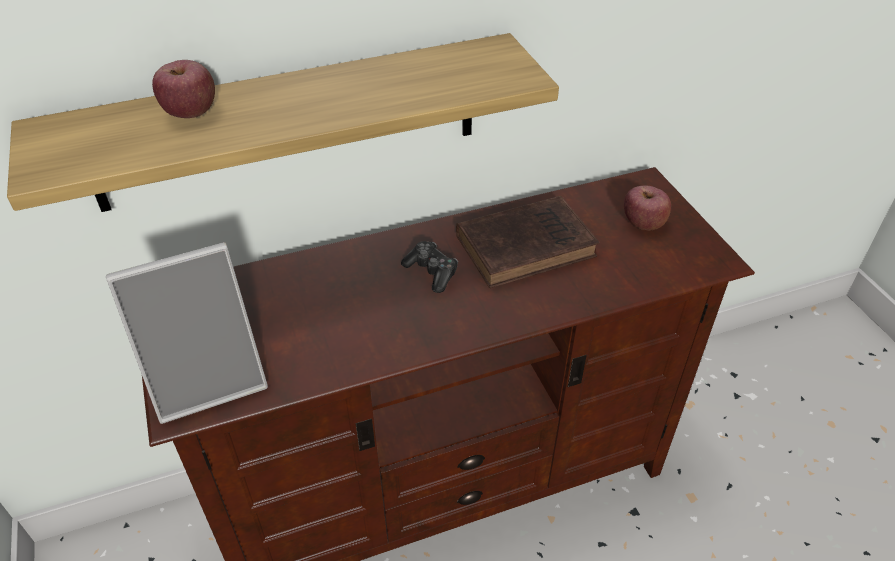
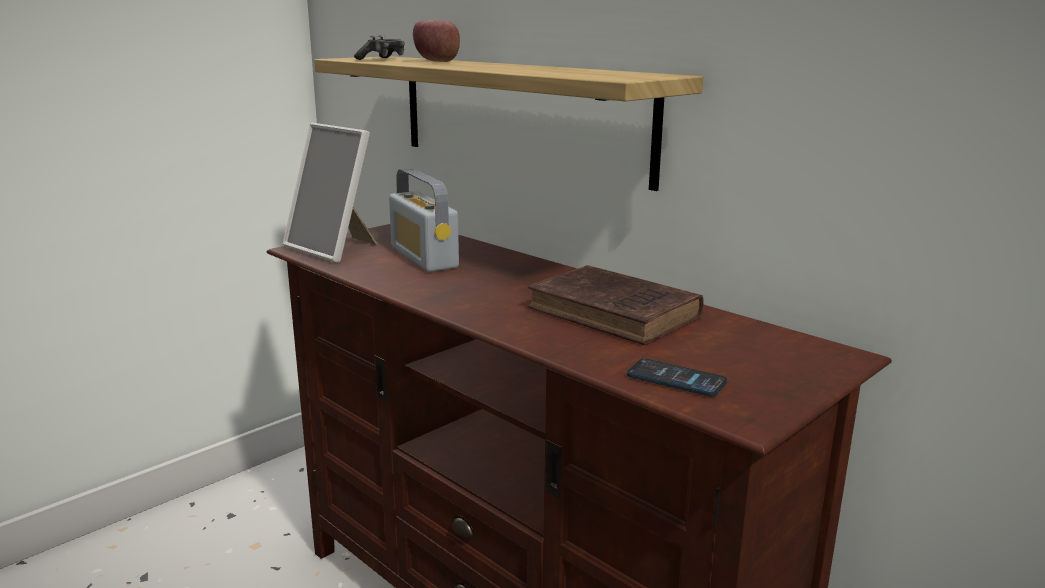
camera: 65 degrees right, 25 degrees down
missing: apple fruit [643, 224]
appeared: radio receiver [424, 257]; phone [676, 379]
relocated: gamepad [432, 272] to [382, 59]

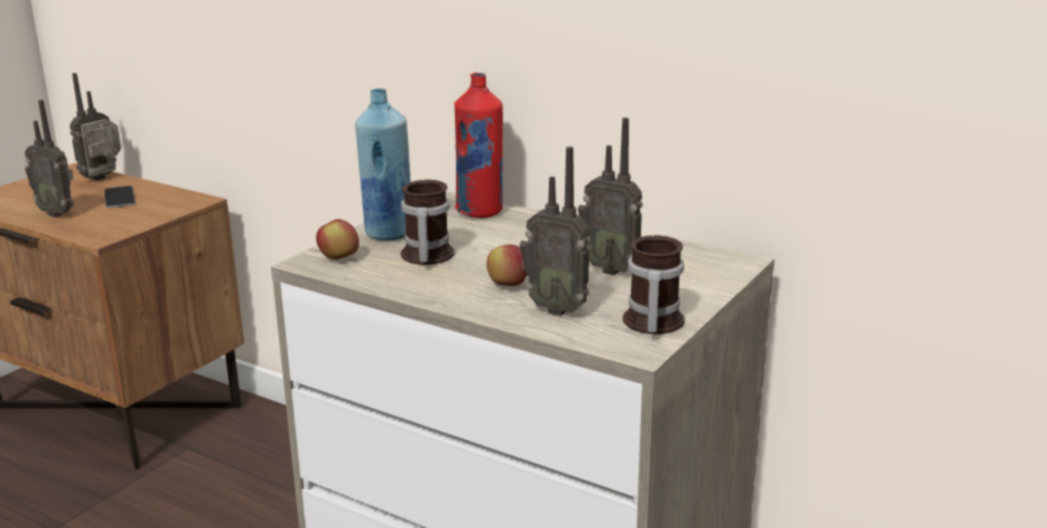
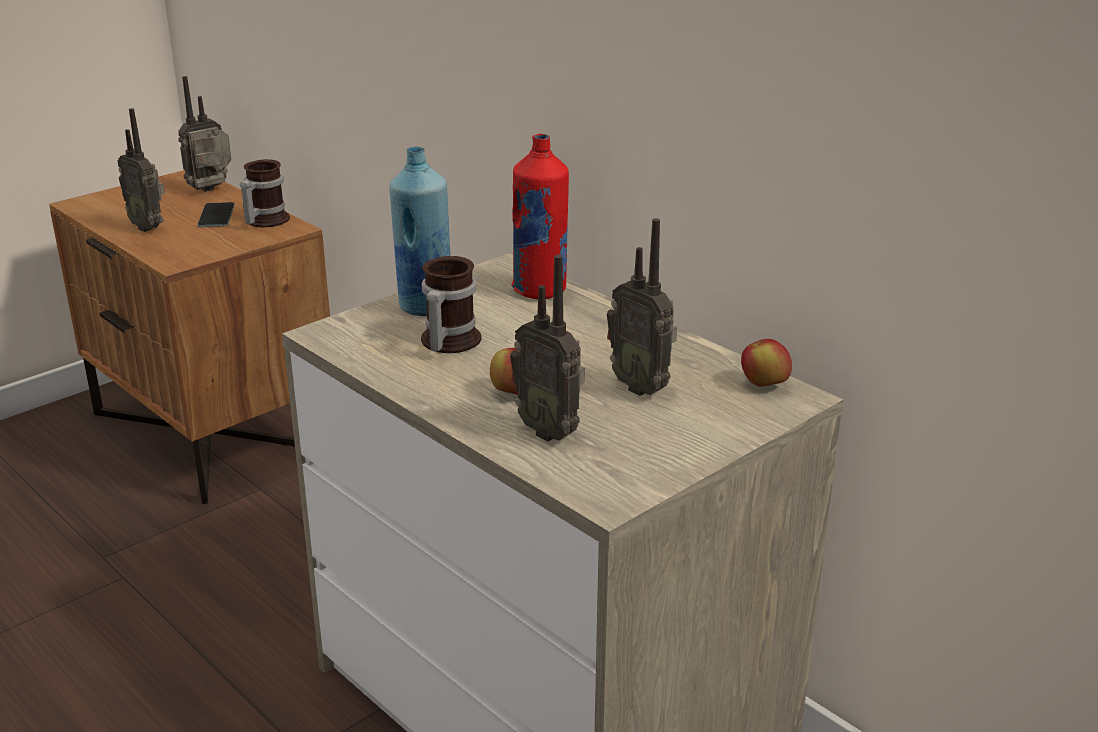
camera: 15 degrees right, 5 degrees up
relocated: apple fruit [339, 258] to [764, 385]; mug [650, 323] to [263, 220]

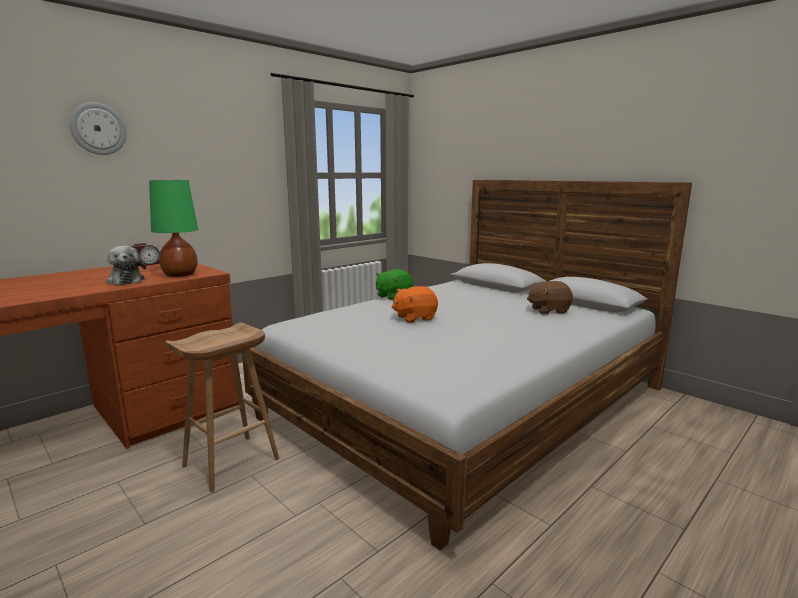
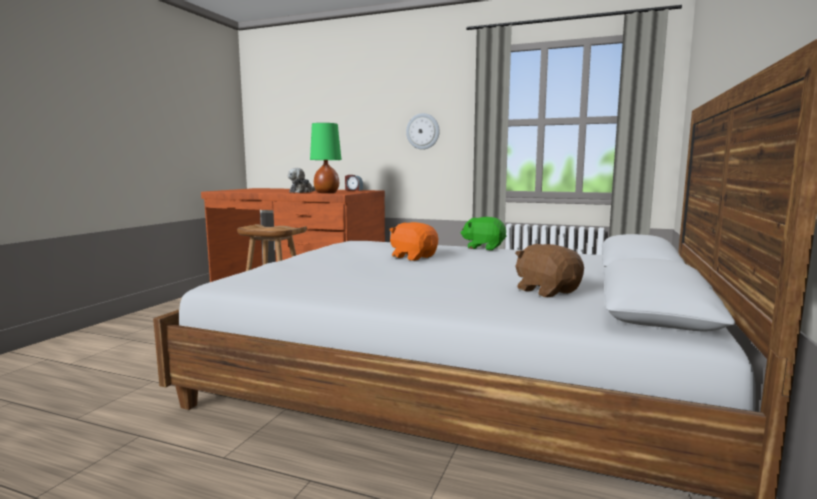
camera: 65 degrees right, 5 degrees down
relocated: hanging clock [98, 129] to [423, 131]

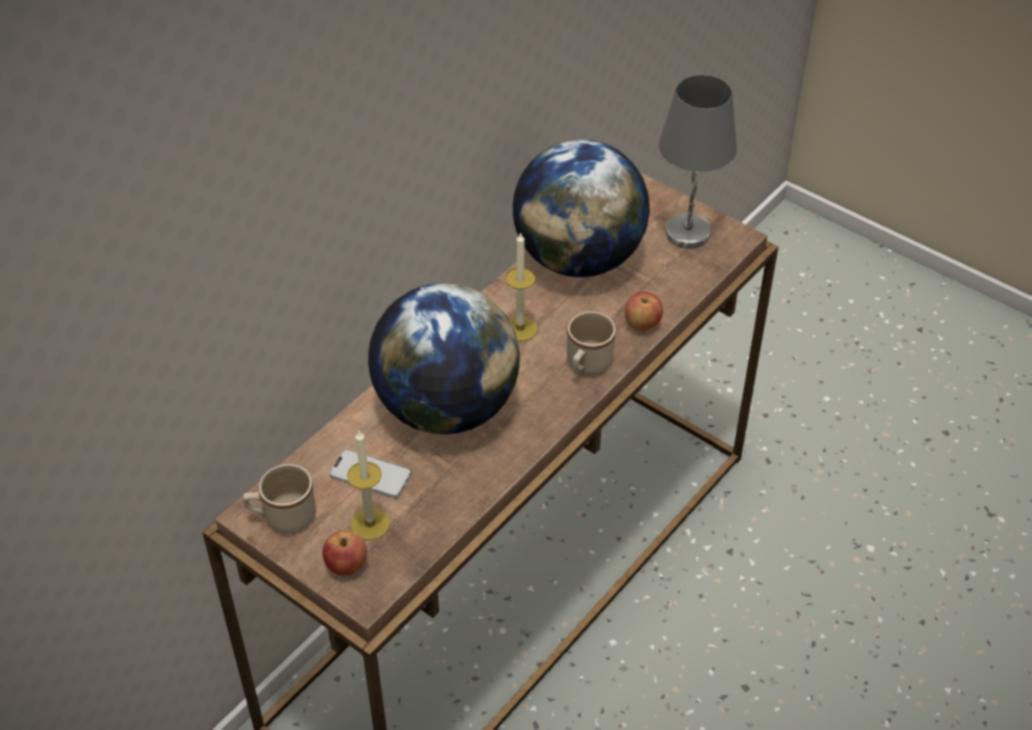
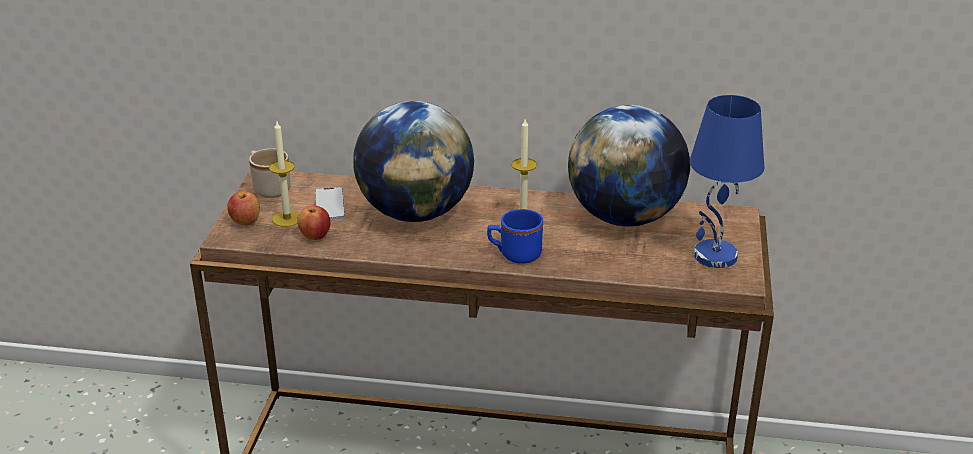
camera: 60 degrees right, 15 degrees down
relocated: apple fruit [642, 324] to [315, 236]
colour: tabletop lamp (grey) [688, 234] to tabletop lamp (blue) [714, 256]; mug (sand-coloured) [586, 366] to mug (blue) [514, 254]

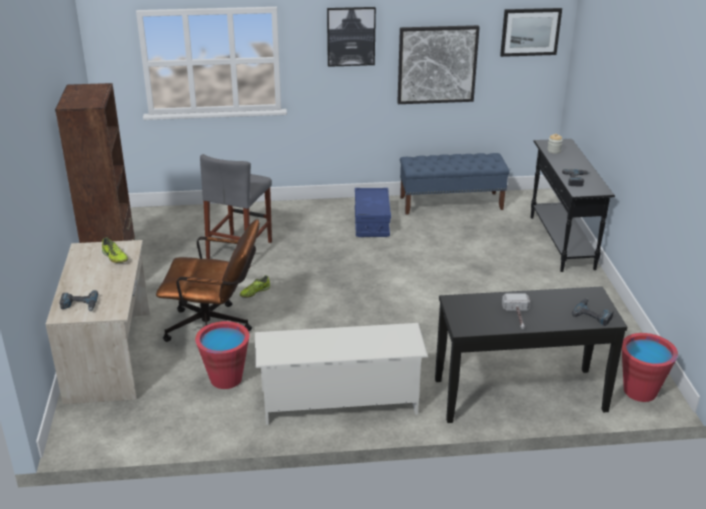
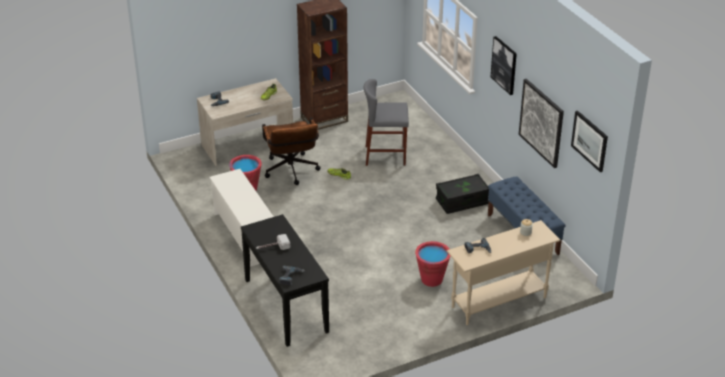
camera: 70 degrees right, 5 degrees up
relocated: water bucket (red) [640, 391] to [431, 279]
colour: hall table (black-coloured) [561, 242] to hall table (sand-coloured) [498, 302]; storage box (blue) [371, 223] to storage box (black-coloured) [462, 202]

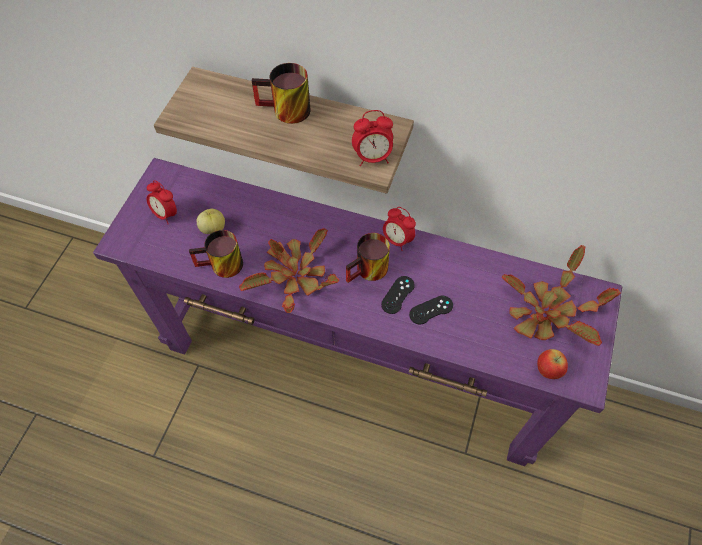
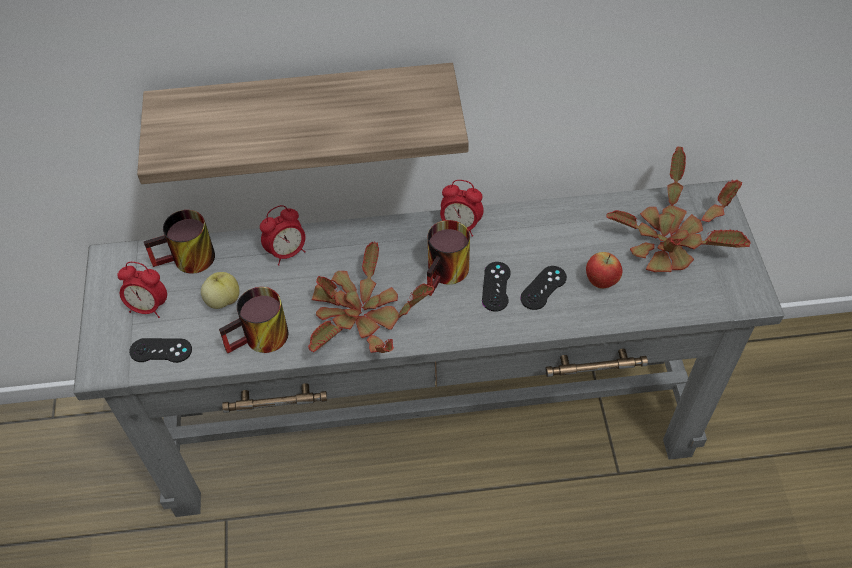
camera: 25 degrees left, 5 degrees down
appeared: gamepad (black-coloured) [161, 350]
relocated: mug [285, 112] to [187, 262]; table clock [372, 158] to [287, 252]; apple fruit [547, 370] to [601, 281]
colour: hall table (purple-coloured) [354, 363] to hall table (grey) [430, 427]

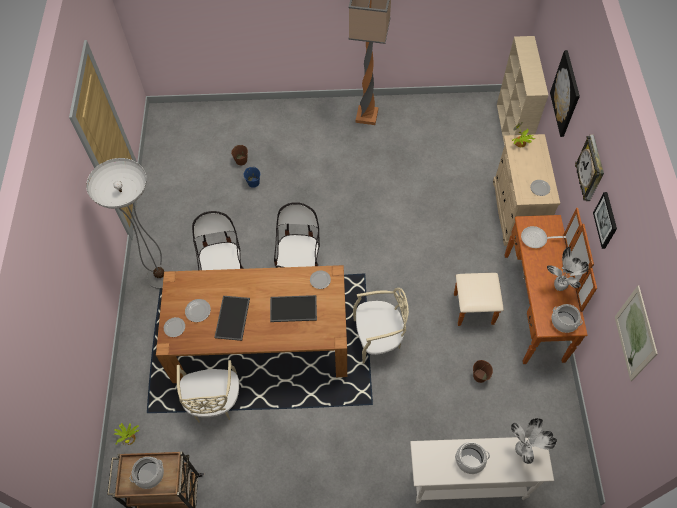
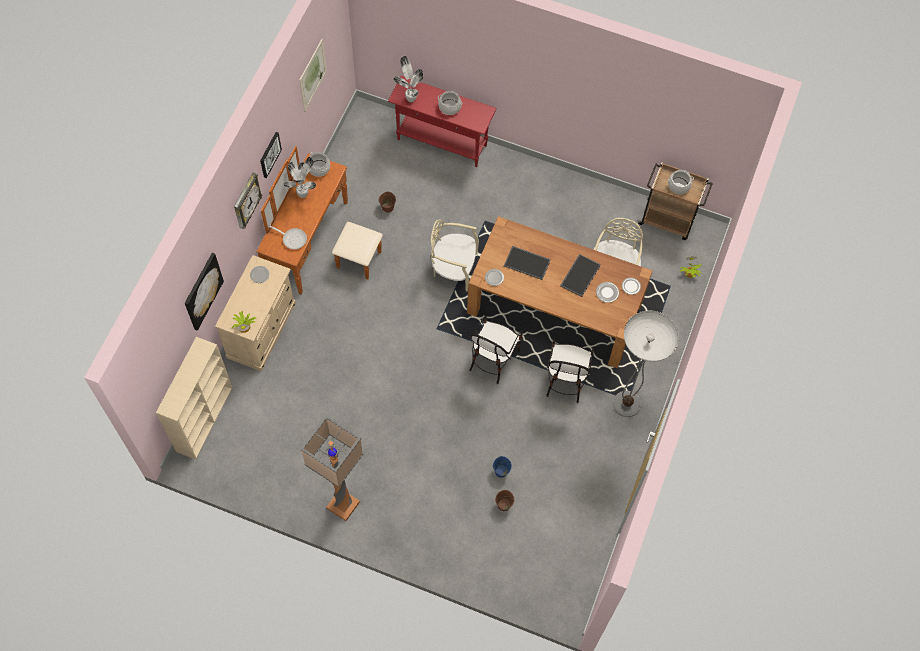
camera: 160 degrees left, 5 degrees up
colour: hall table (white) [467, 483] to hall table (red) [442, 143]

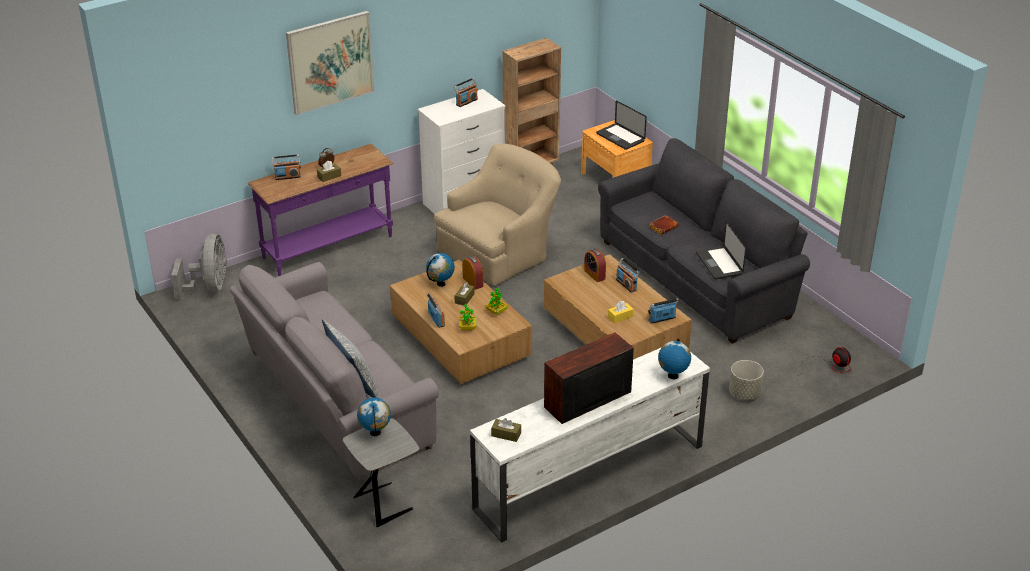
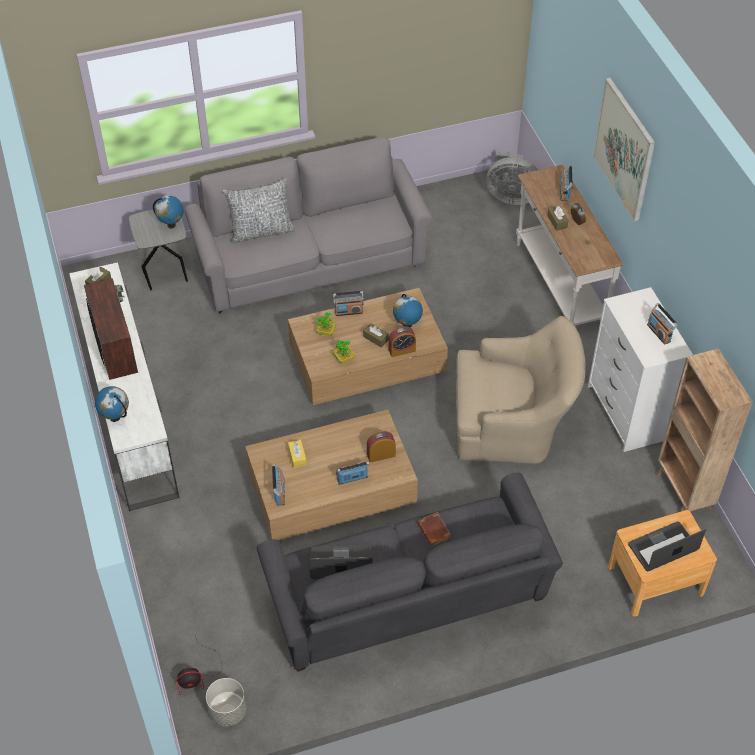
camera: 105 degrees right, 15 degrees up
relocated: flower pot (grey) [744, 393] to [227, 711]
colour: hall table (purple-coloured) [328, 248] to hall table (white) [558, 285]
spun: easy chair (sand-coloured) [500, 252] = [512, 424] 60 degrees counterclockwise

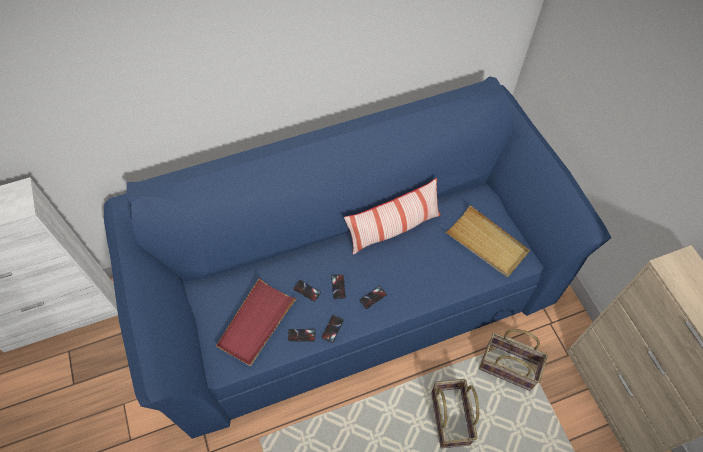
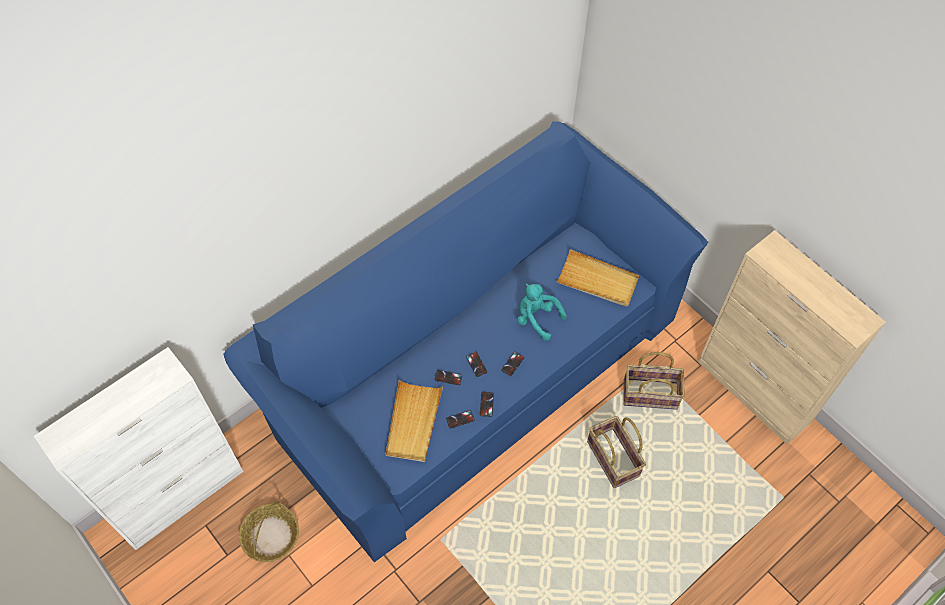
camera: 20 degrees left, 0 degrees up
missing: pillow [393, 228]
appeared: plush toy (turquoise-coloured) [537, 318]; storage basket [271, 535]
colour: serving tray (red) [256, 323] to serving tray (sand-coloured) [413, 422]

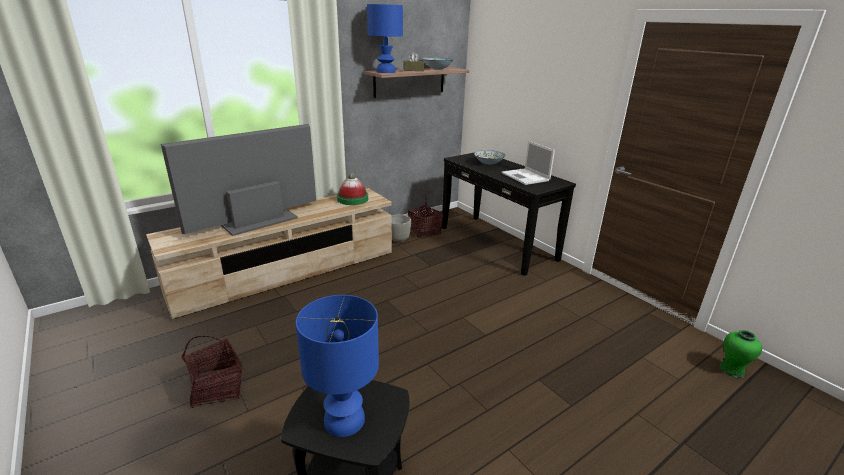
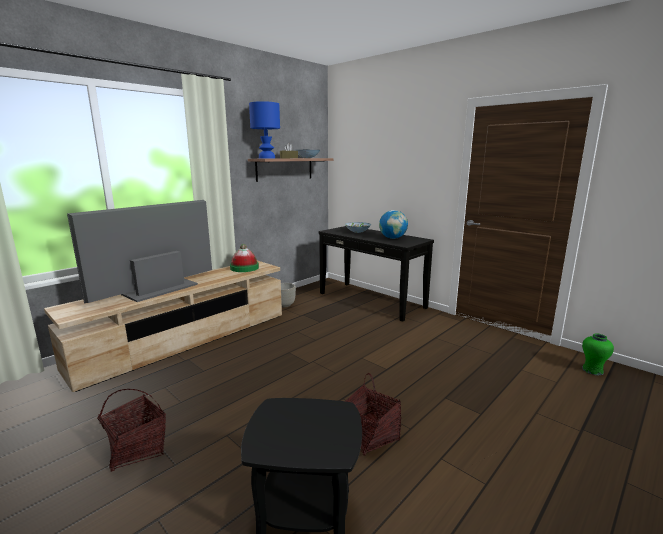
camera: 10 degrees left, 10 degrees down
missing: tabletop lamp (blue) [344, 419]
relocated: storage basket [424, 231] to [369, 435]
exchanged: laptop [526, 177] to world globe [392, 238]

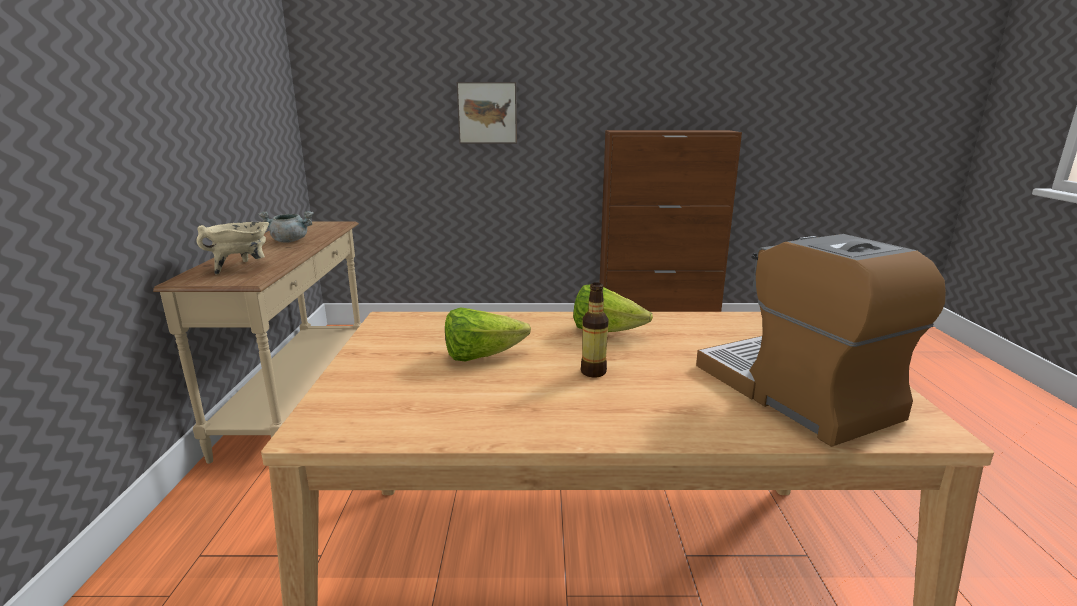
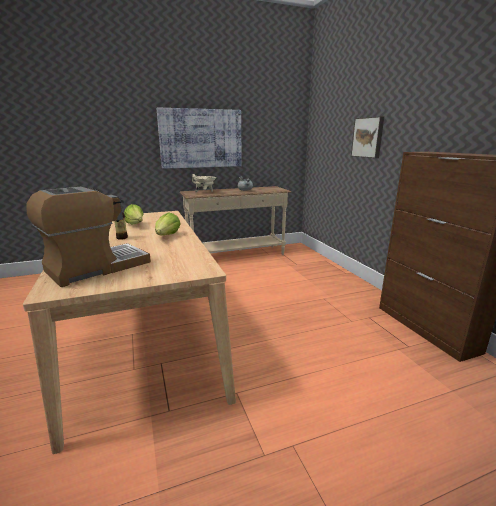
camera: 70 degrees right, 0 degrees up
appeared: wall picture [201, 138]

